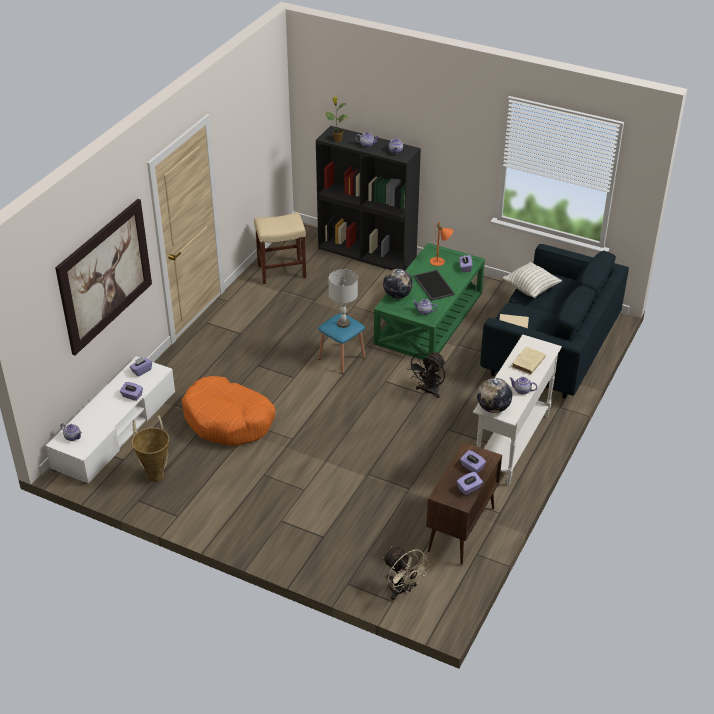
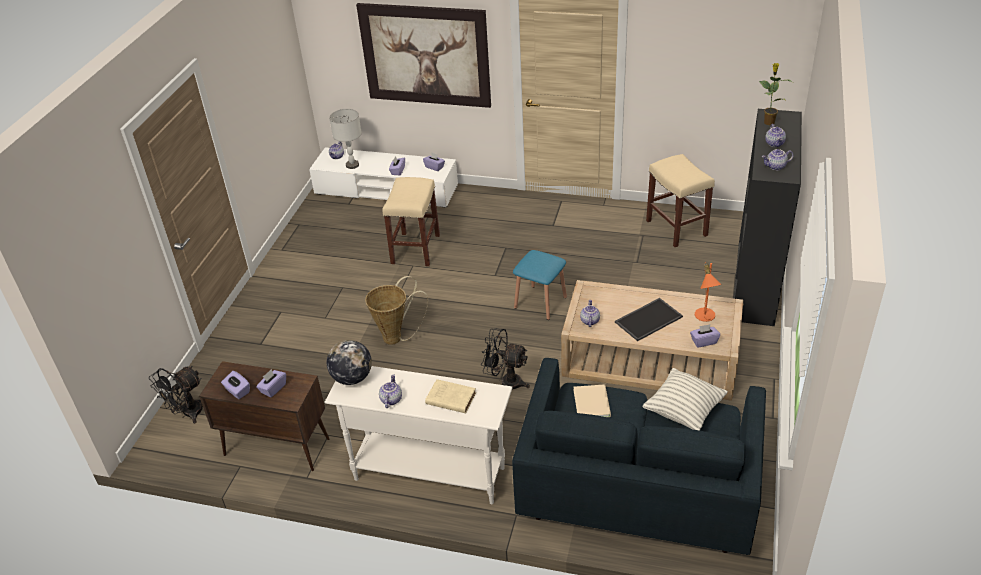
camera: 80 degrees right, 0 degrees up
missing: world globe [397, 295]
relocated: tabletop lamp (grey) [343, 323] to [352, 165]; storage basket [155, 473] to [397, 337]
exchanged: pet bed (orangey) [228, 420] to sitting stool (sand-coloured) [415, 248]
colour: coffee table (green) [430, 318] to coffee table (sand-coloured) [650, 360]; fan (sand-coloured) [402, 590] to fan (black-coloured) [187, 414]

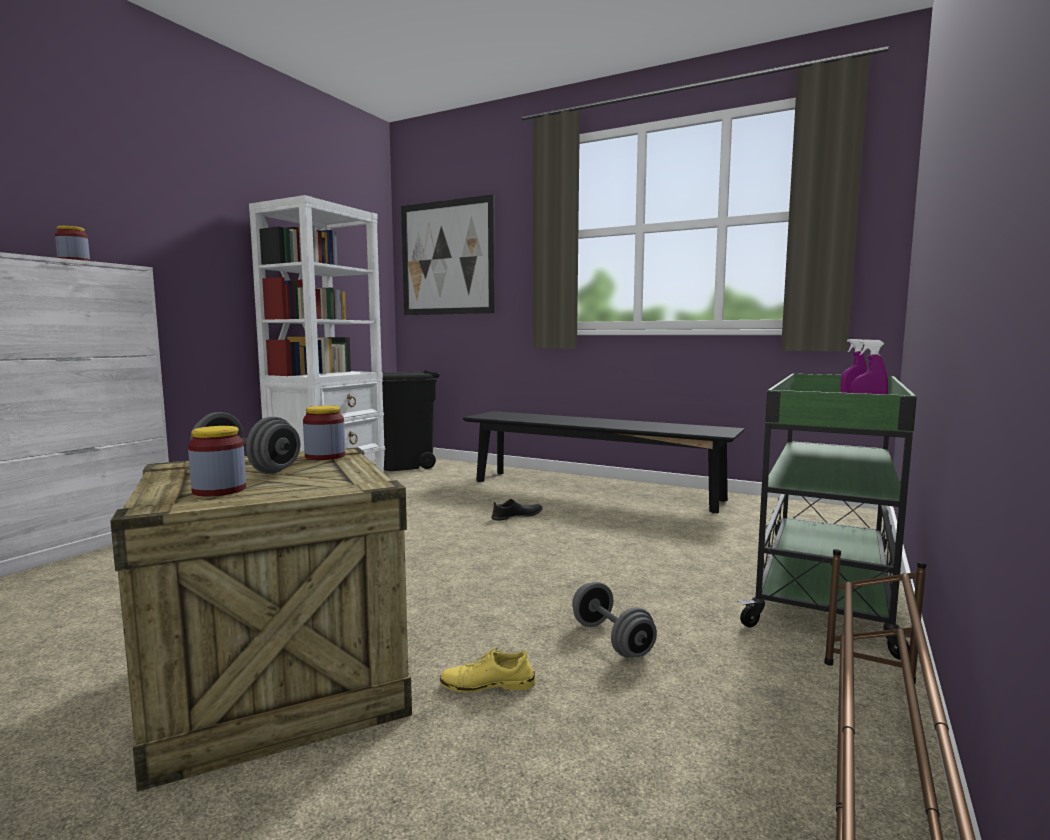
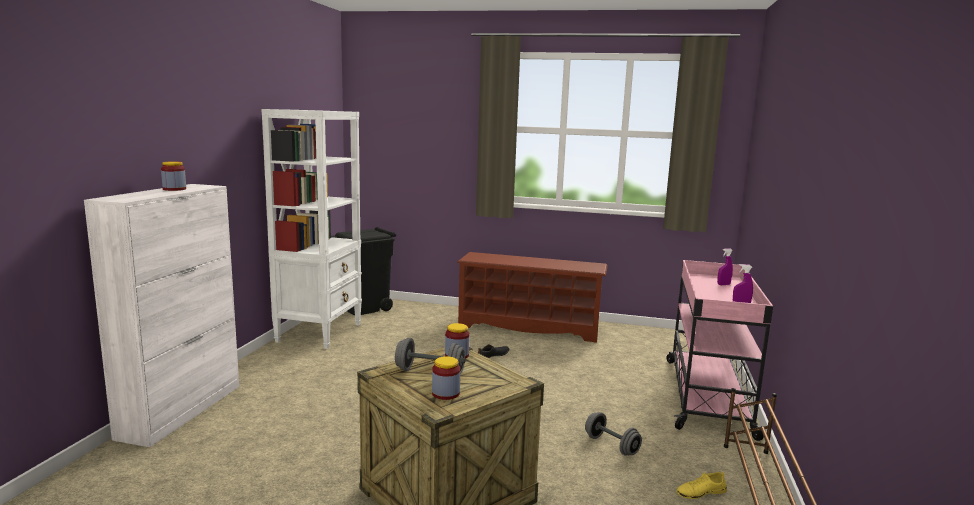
camera: 15 degrees left, 5 degrees up
missing: wall picture [447, 258]
relocated: shoe (yellow) [488, 684] to [700, 492]
exchanged: indoor bench (black-coloured) [594, 490] to shoe rack (brownish) [529, 327]
colour: cart (green) [825, 583] to cart (pink-coloured) [707, 395]

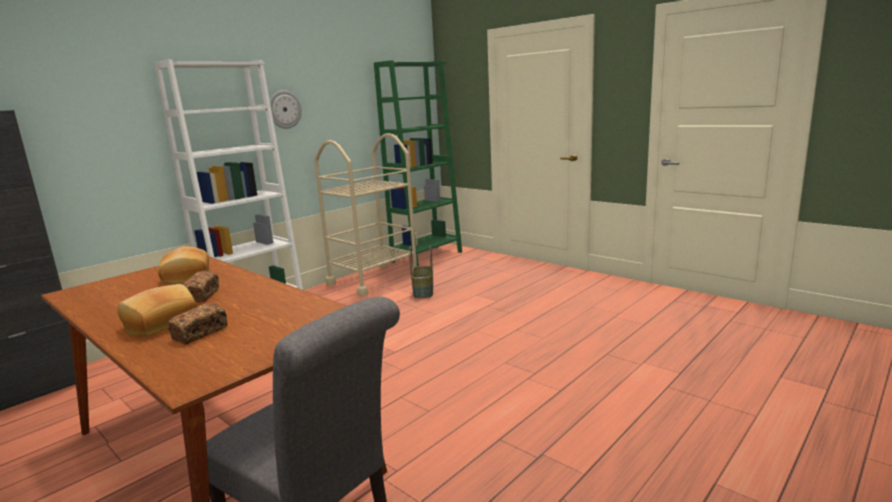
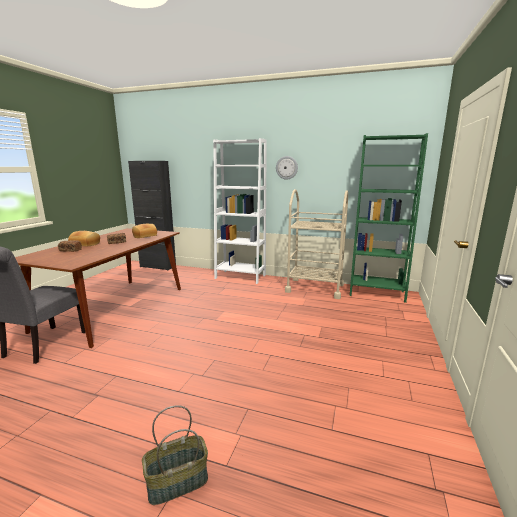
camera: 65 degrees right, 0 degrees up
relocated: storage basket [423, 292] to [177, 483]

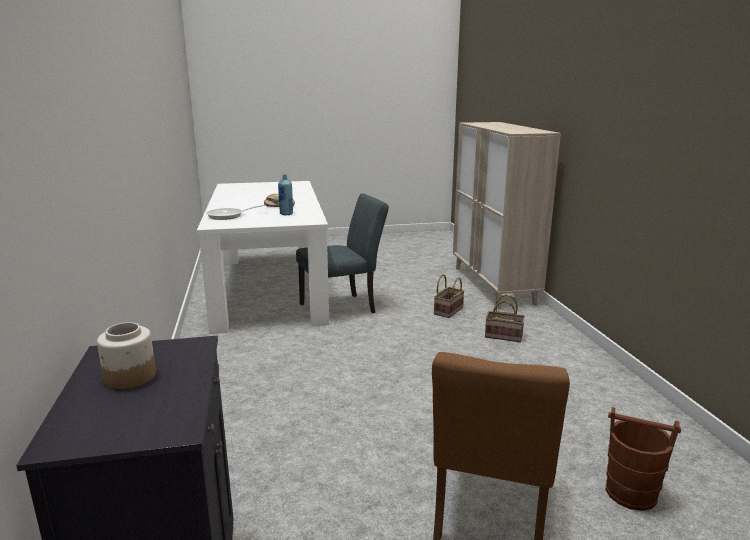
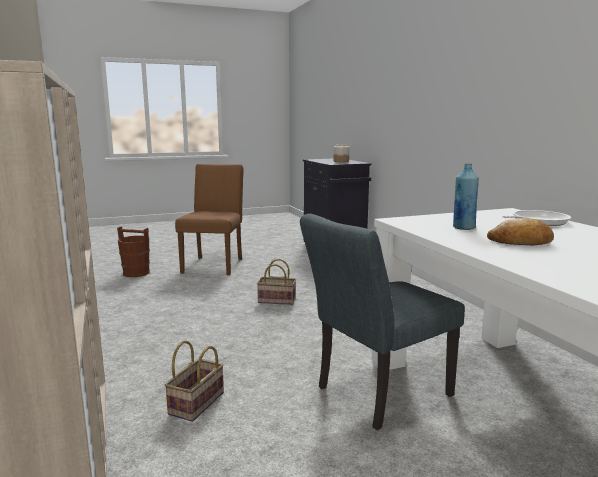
camera: 170 degrees right, 5 degrees down
relocated: storage basket [504, 336] to [275, 300]

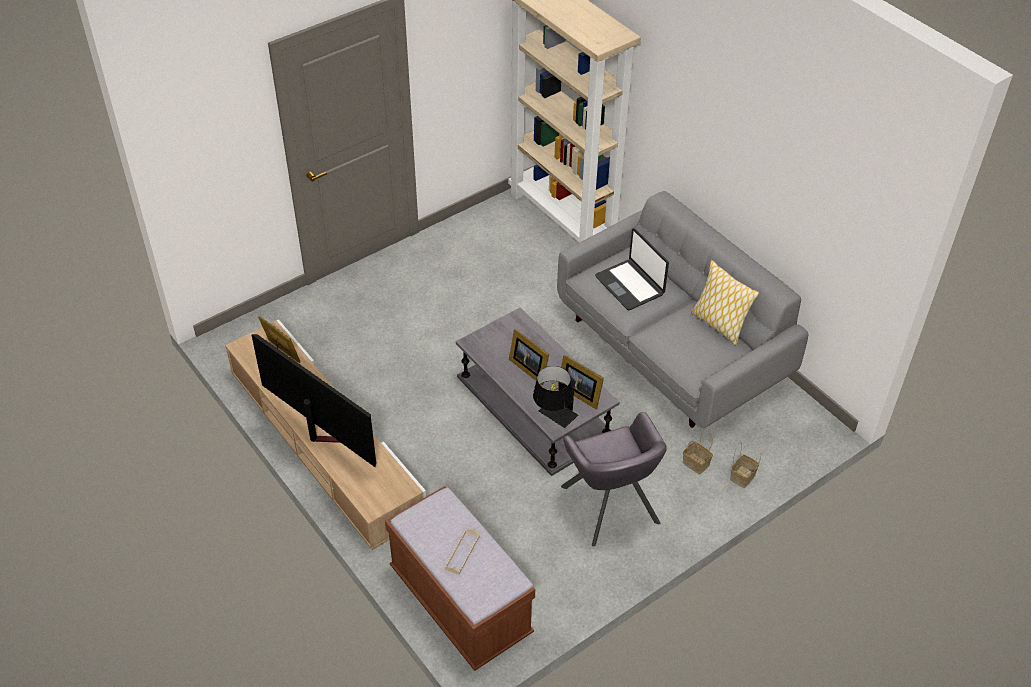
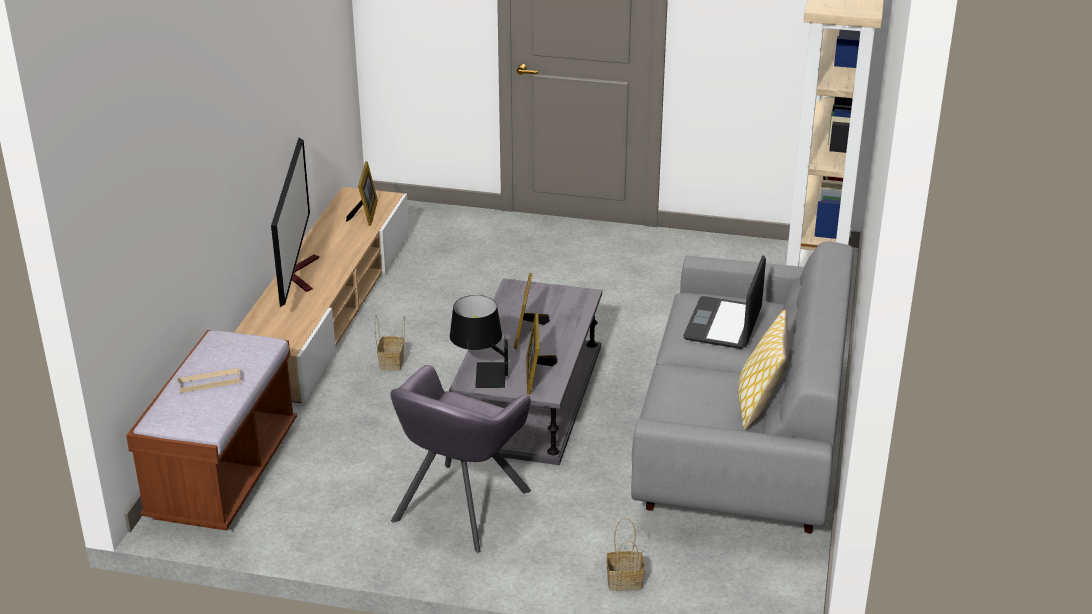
camera: 50 degrees right, 15 degrees down
relocated: storage basket [697, 463] to [392, 363]

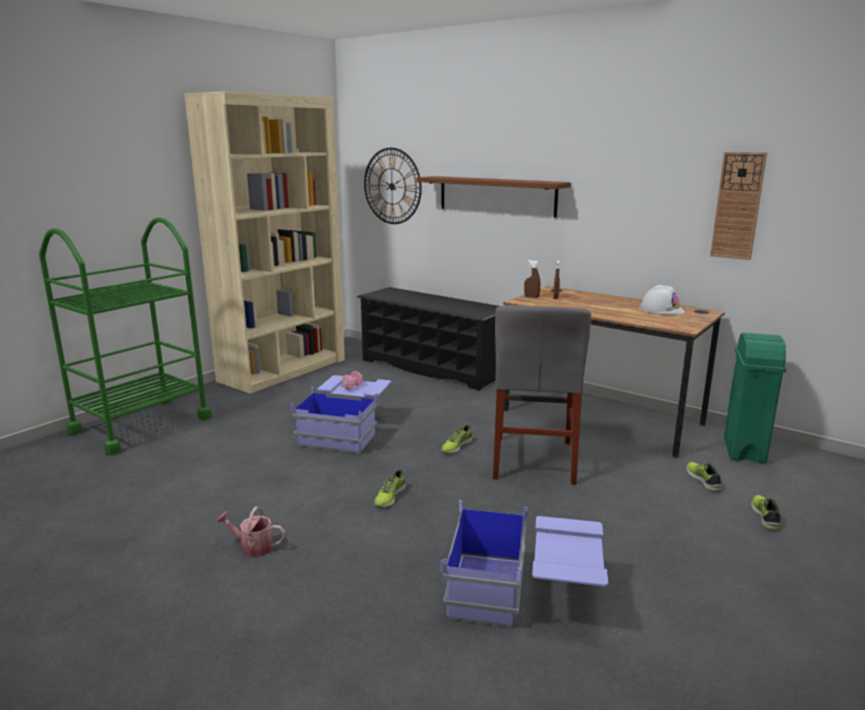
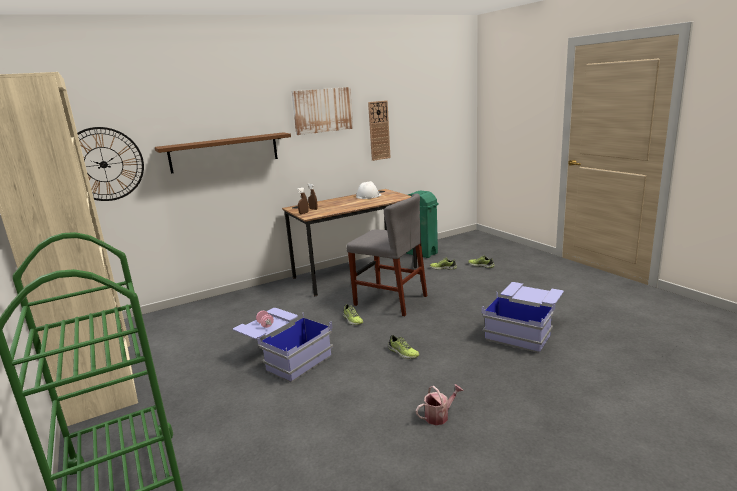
camera: 65 degrees left, 0 degrees up
missing: shoe rack (black-coloured) [432, 368]
appeared: wall picture [322, 110]
spun: watering pot [253, 547] = [439, 416] 150 degrees counterclockwise

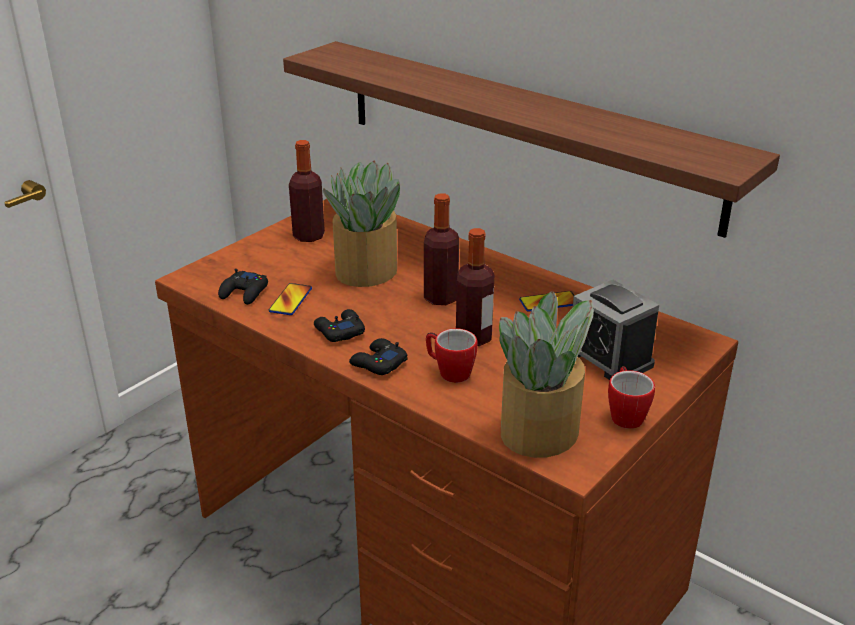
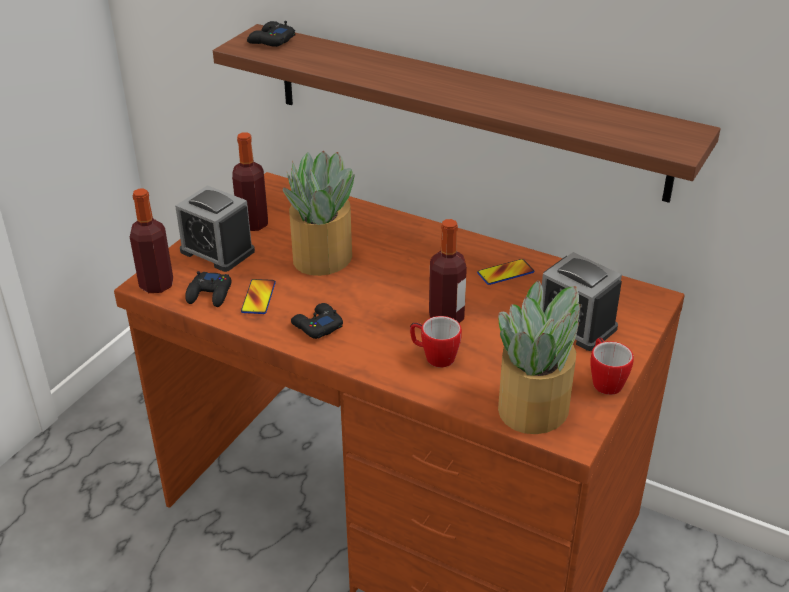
camera: 10 degrees left, 5 degrees up
appeared: table clock [217, 251]
relocated: drink bottle [441, 298] to [156, 285]; gamepad (black-coloured) [378, 363] to [271, 41]

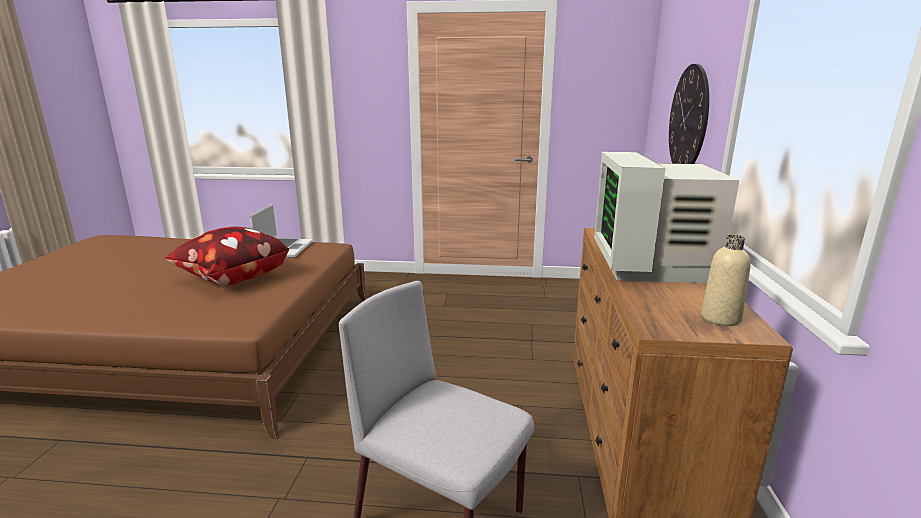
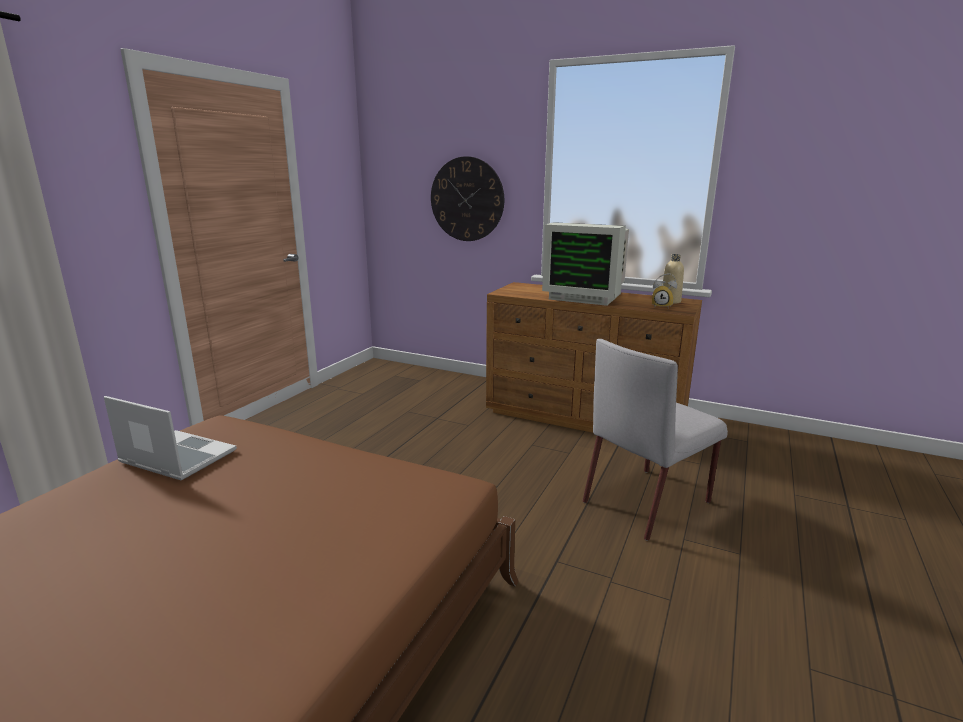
camera: 70 degrees left, 0 degrees up
missing: pillow [232, 278]
appeared: table clock [662, 306]

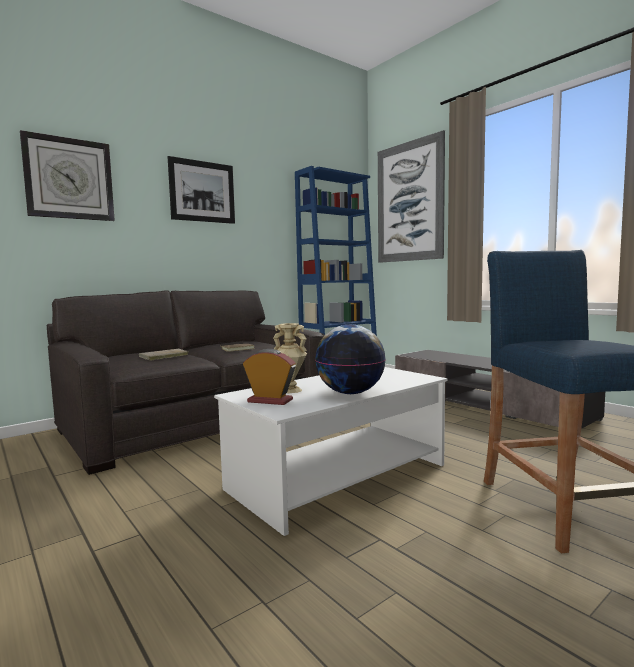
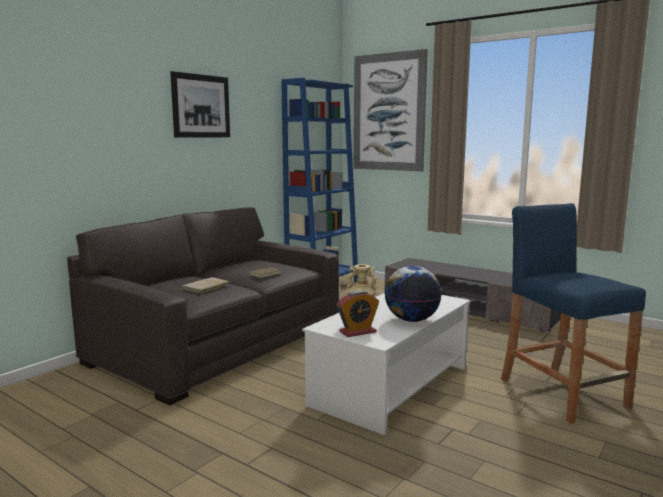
camera: 15 degrees left, 5 degrees up
missing: hanging clock [69, 179]
spun: table clock [270, 401] = [357, 332] 150 degrees clockwise

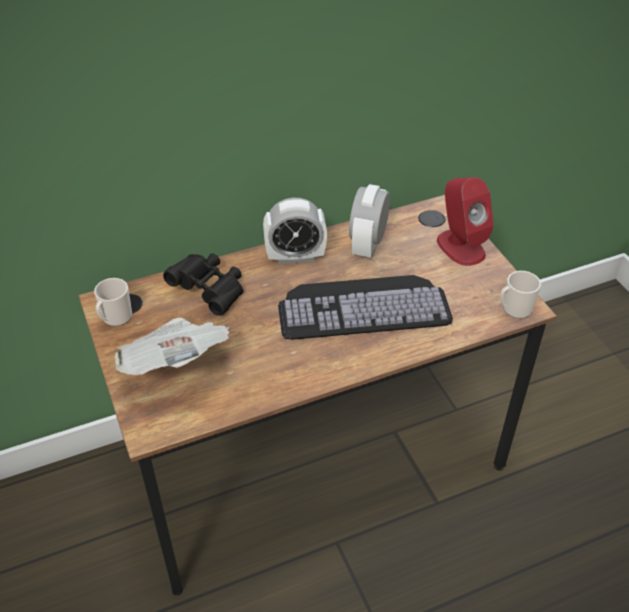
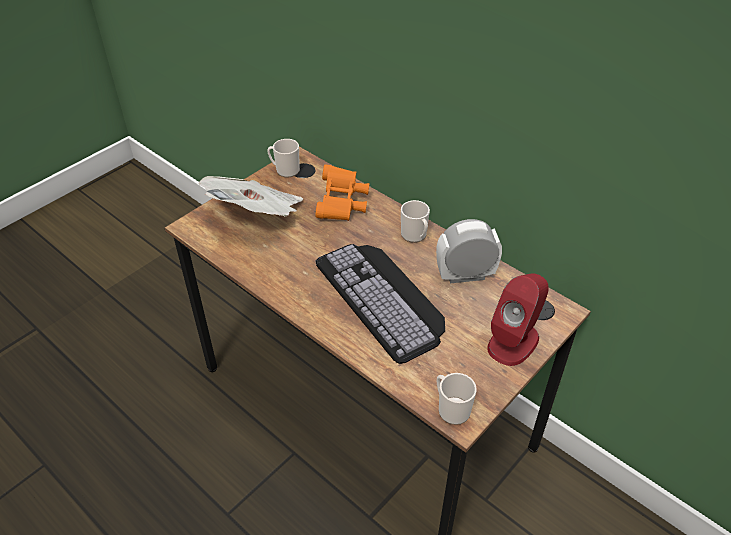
camera: 65 degrees right, 0 degrees up
exchanged: table clock [295, 256] to mug [415, 236]
colour: field glasses (black-coloured) [210, 291] to field glasses (orangey) [342, 204]

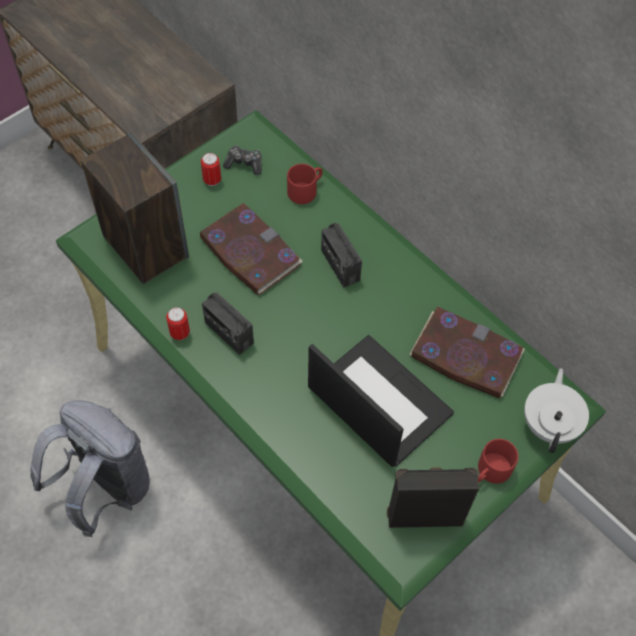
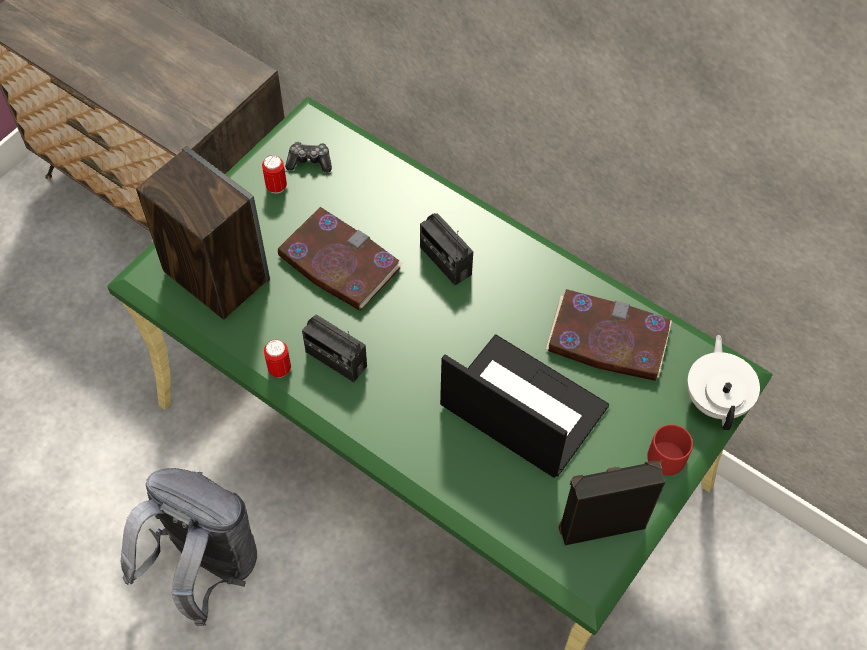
camera: 10 degrees left, 0 degrees up
missing: mug (red) [305, 189]

